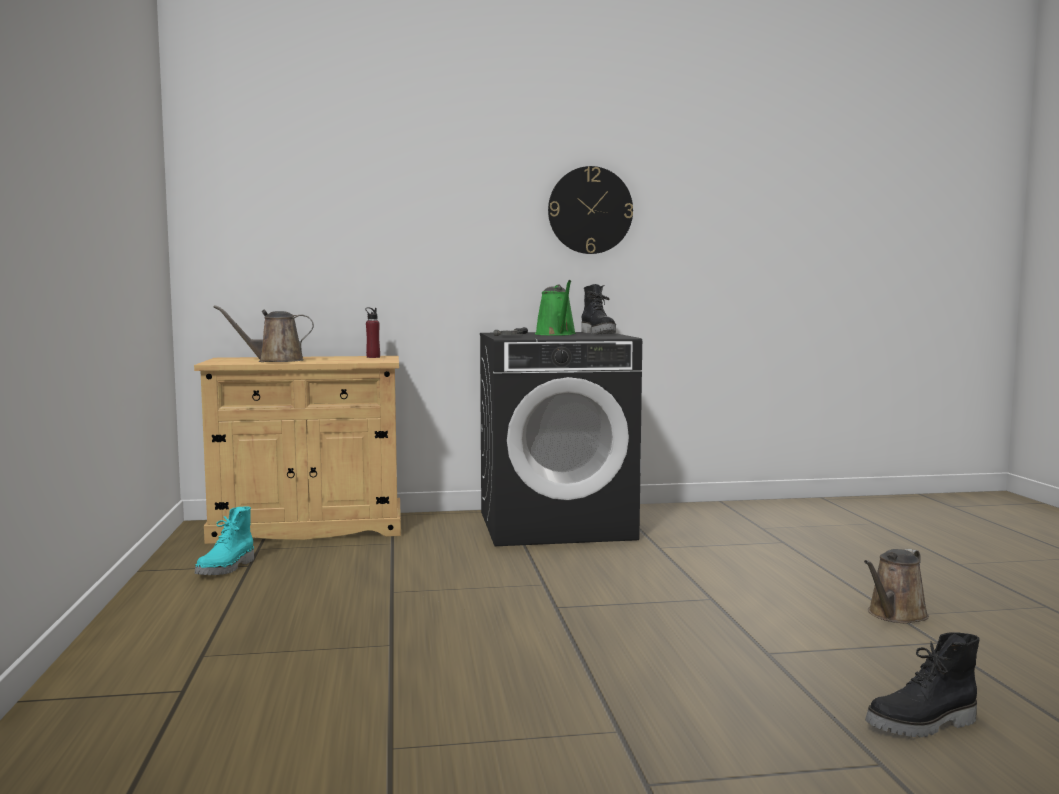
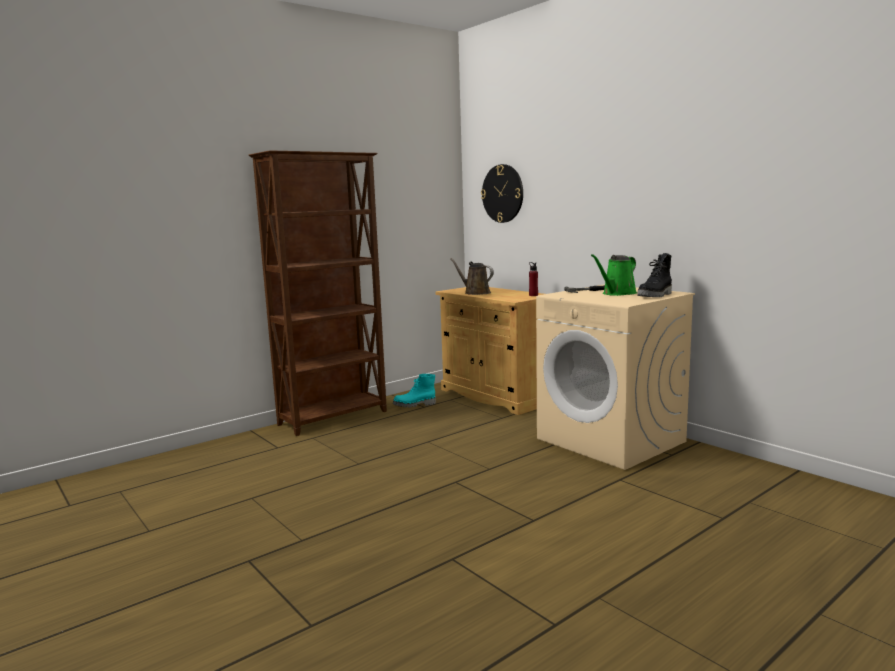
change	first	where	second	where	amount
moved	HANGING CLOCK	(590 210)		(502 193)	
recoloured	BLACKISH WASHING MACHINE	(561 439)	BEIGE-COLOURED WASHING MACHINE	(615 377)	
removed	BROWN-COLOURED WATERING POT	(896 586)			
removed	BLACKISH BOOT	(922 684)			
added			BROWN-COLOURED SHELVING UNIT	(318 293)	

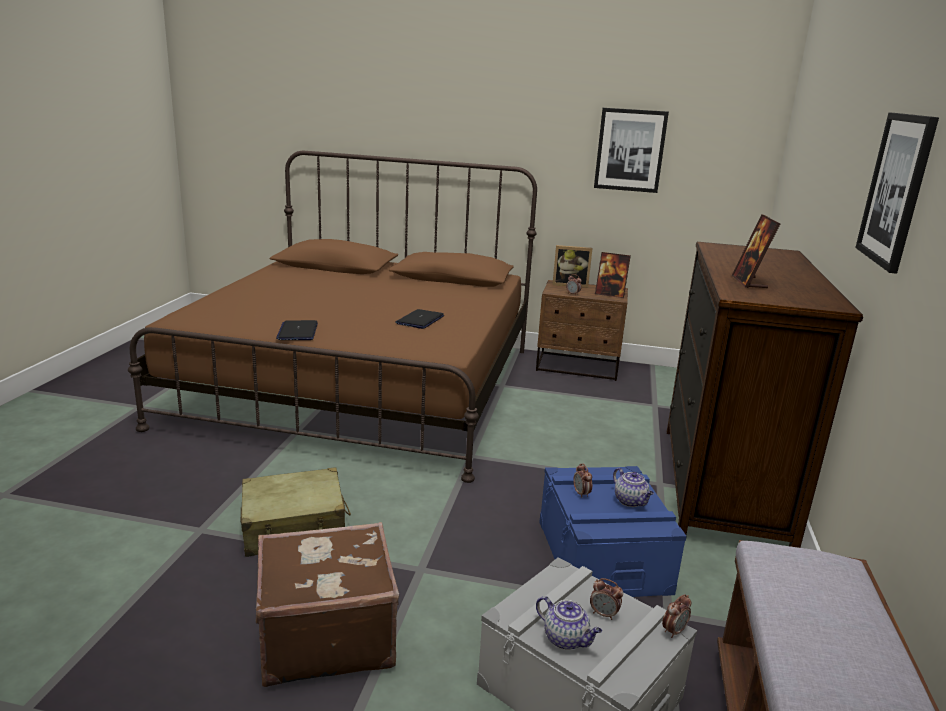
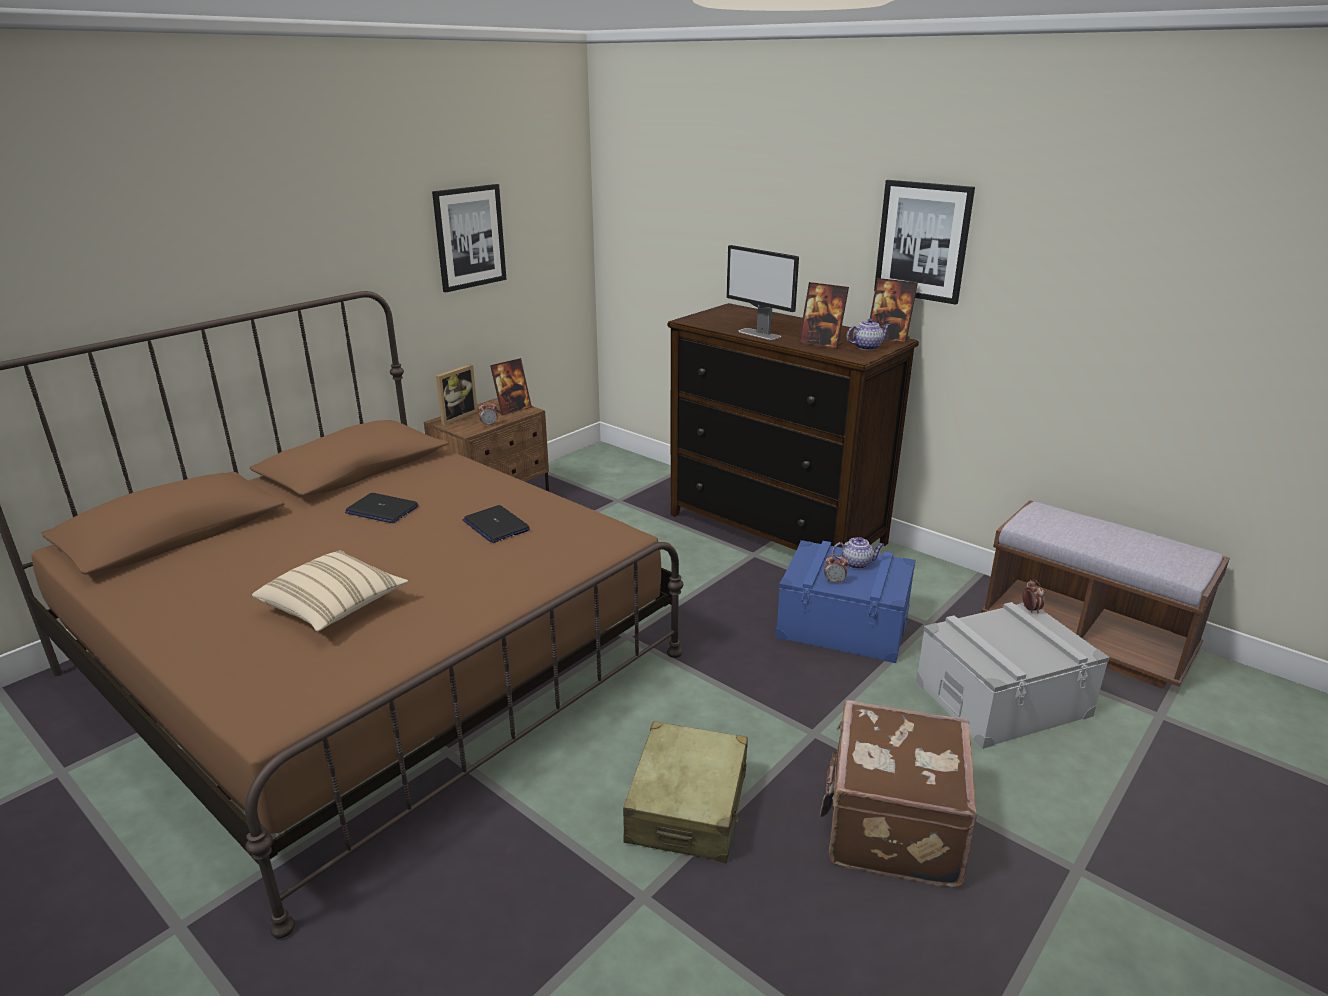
change	first	where	second	where	amount
moved	NOTEBOOK COMPUTER	(297 330)		(382 508)	
removed	TABLE CLOCK	(606 599)			
moved	TEA POT	(569 623)		(869 334)	
added			MONITOR	(762 292)	
added			PICTURE FRAME	(894 310)	
added			BEIGE-COLOURED THROW PILLOW	(330 591)	

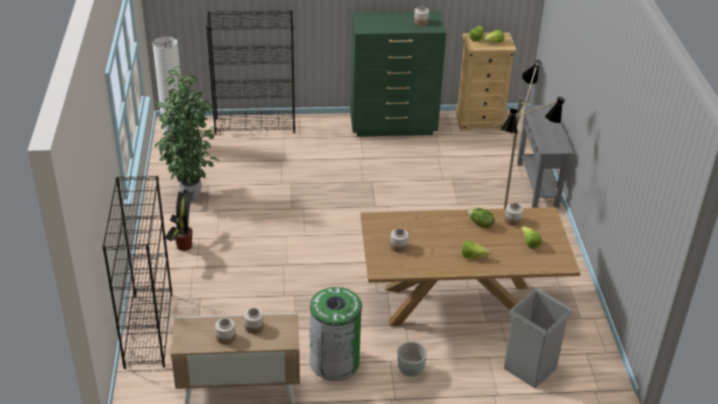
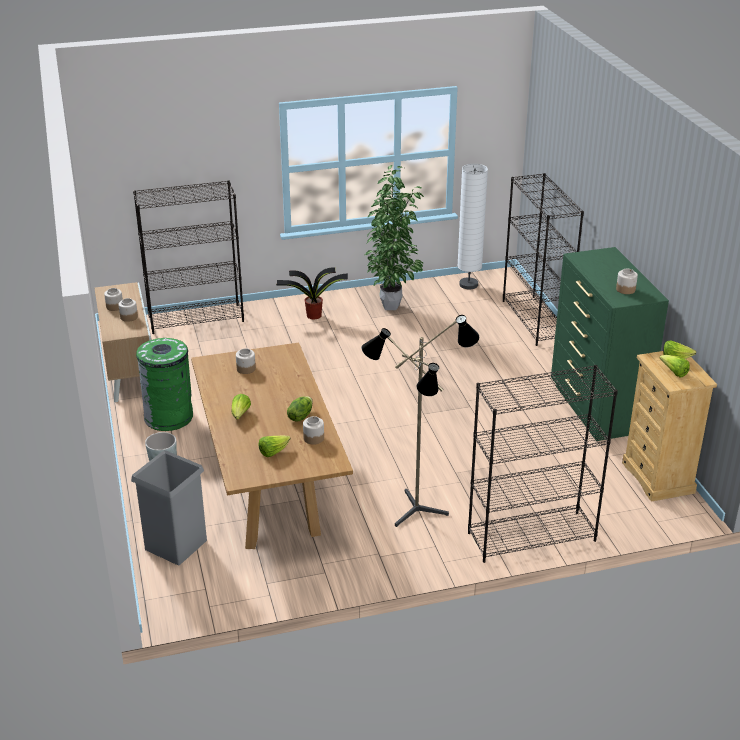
change	first	where	second	where	amount
replaced	GREY HALL TABLE	(545 156)	BLACKISH SHELVING UNIT	(543 464)	

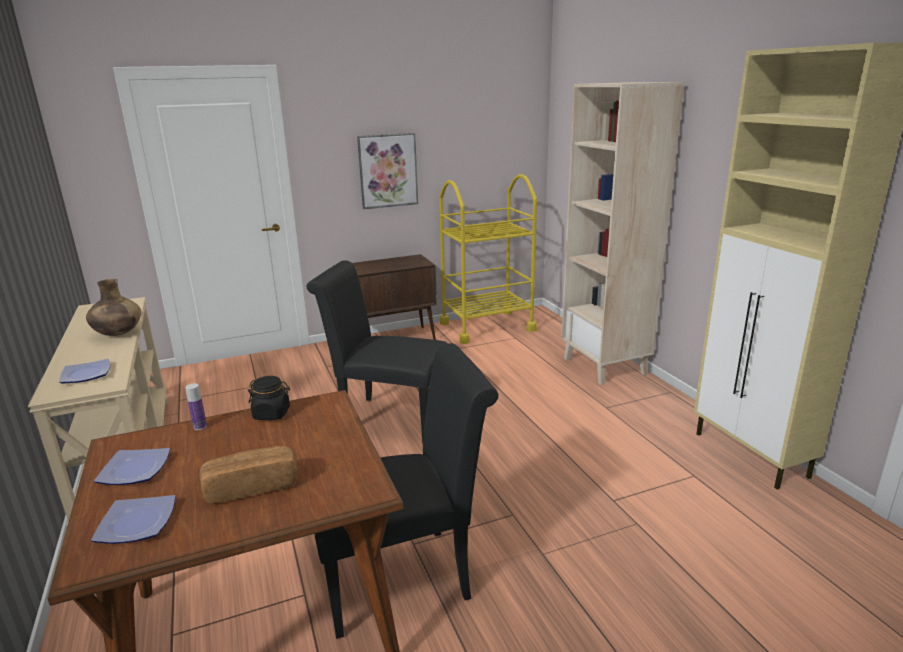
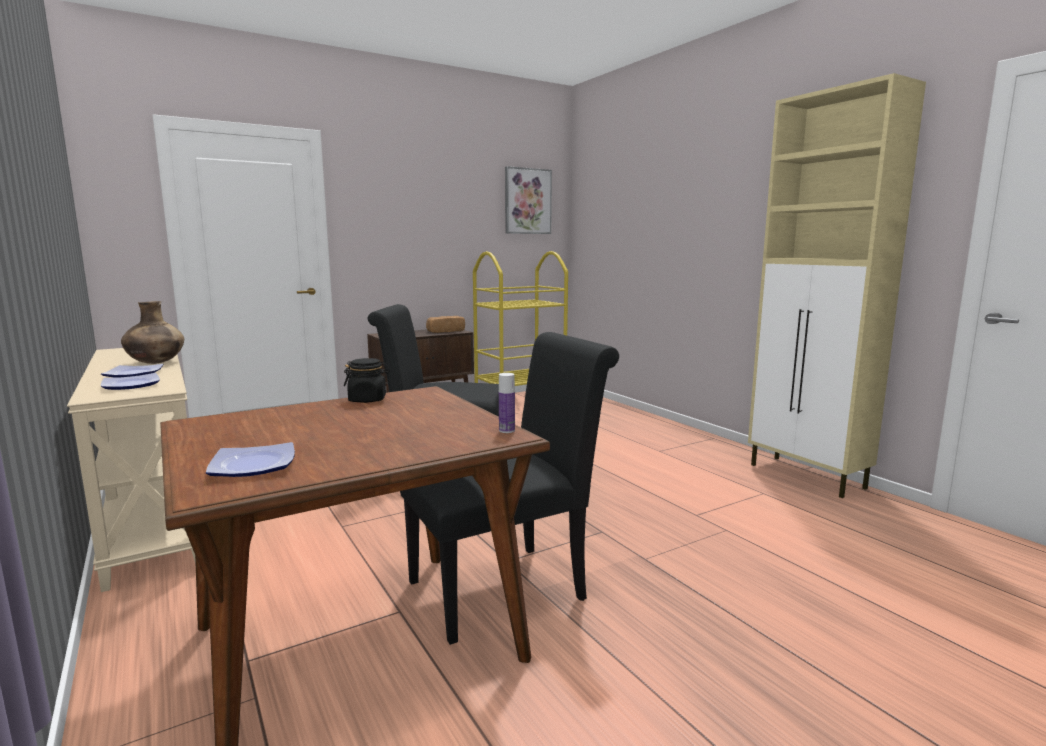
change	first	where	second	where	amount
removed	BEIGE-COLOURED SHELVING UNIT	(622 233)			
moved	WALL PICTURE	(387 171)		(528 200)	
moved	BEVERAGE BOTTLE	(196 406)		(507 403)	
moved	BREAD	(248 474)		(445 324)	
moved	FLAT DISH	(132 466)		(132 370)	

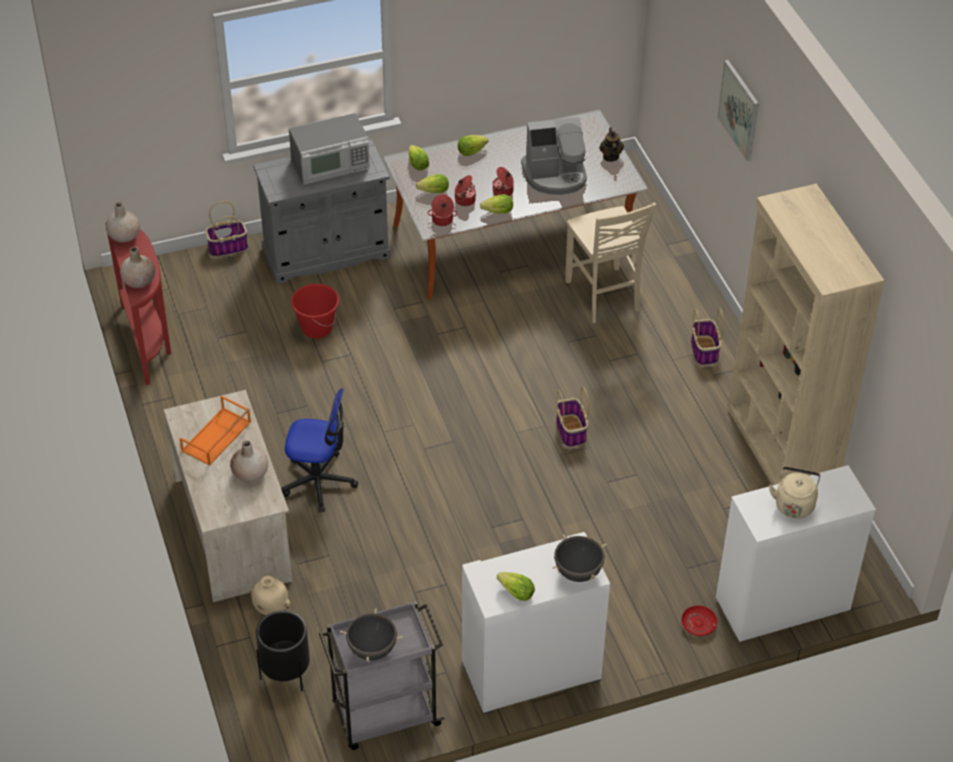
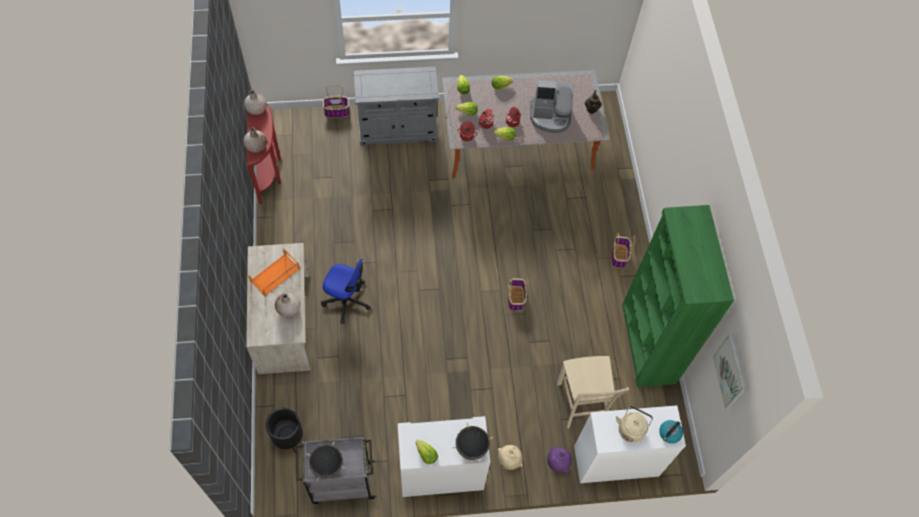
change	first	where	second	where	amount
moved	WALL PICTURE	(738 110)		(729 371)	
removed	KITCHEN MICROWAVE	(329 149)			
recoloured	BEIGE-COLOURED SHELVING UNIT	(806 334)	GREEN SHELVING UNIT	(678 296)	
moved	BEIGE-COLOURED PLAIN CHAIR	(610 262)		(593 392)	
removed	RED WATER BUCKET	(315 311)			
moved	BEIGE-COLOURED DECORATIVE VASE	(270 595)		(510 457)	
replaced	RED FLAT DISH	(699 620)	PURPLE DECORATIVE VASE	(559 460)	
added			TEA KETTLE	(671 431)	

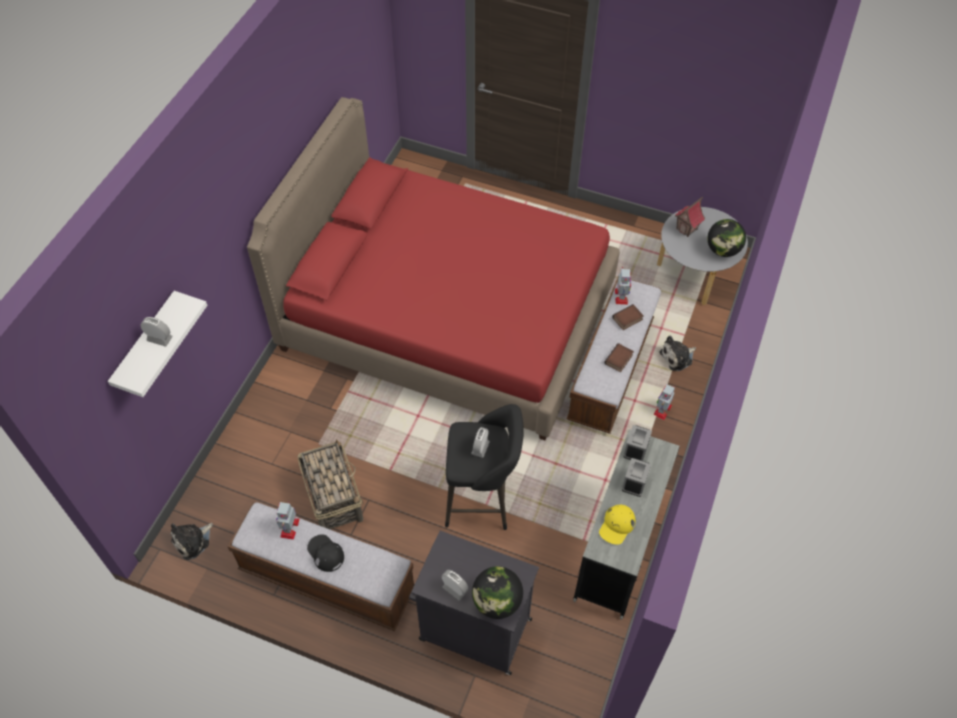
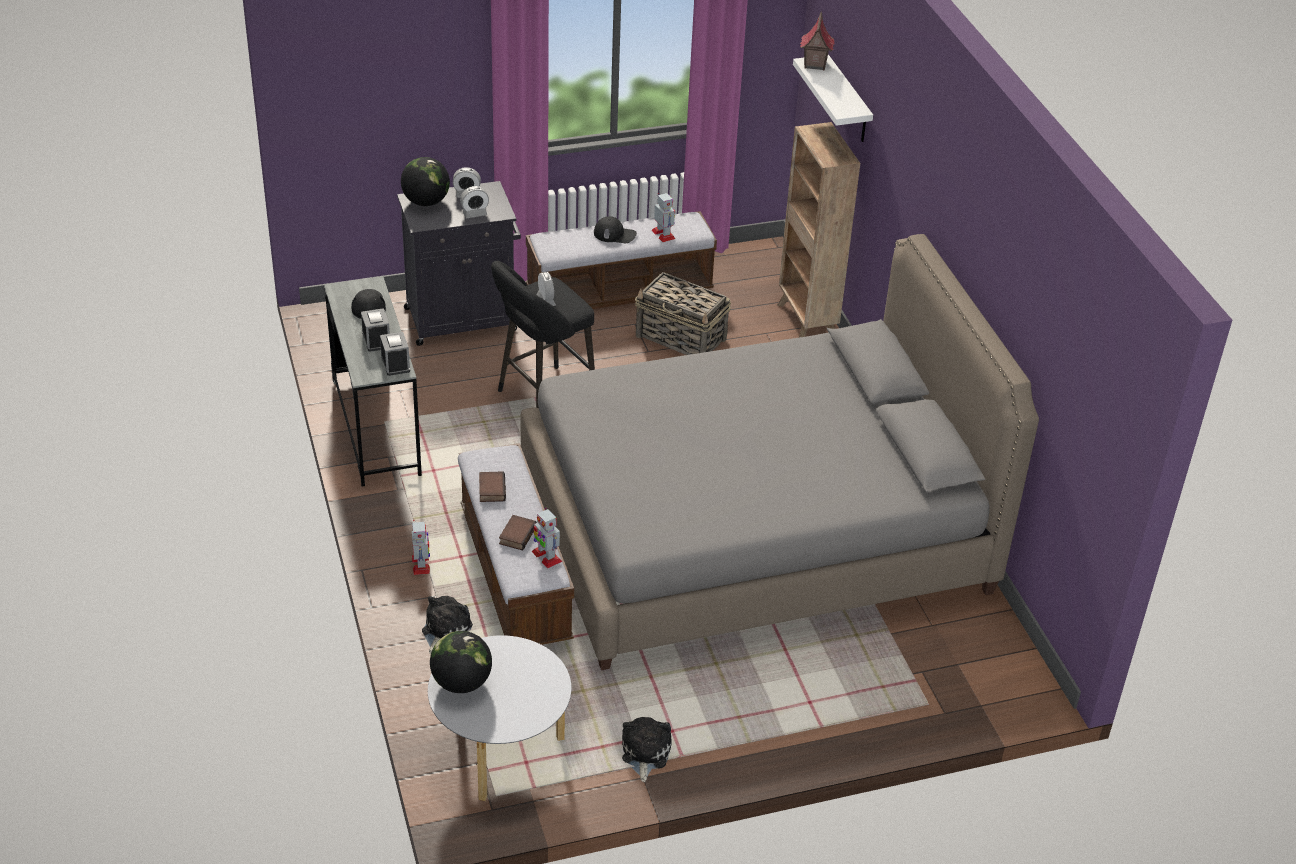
change	first	where	second	where	amount
recoloured	RED SLEEPING BED	(433 268)	GREY SLEEPING BED	(779 452)	
moved	MINIATURE HOUSE	(690 217)		(817 41)	
moved	TABLE CLOCK	(157 332)		(474 202)	
recoloured	YELLOW-COLOURED CAP	(617 525)	BLACKISH CAP	(368 304)	
moved	CUDDLY TOY	(192 541)		(647 749)	
added			BROWN-COLOURED SHELVING UNIT	(818 230)	

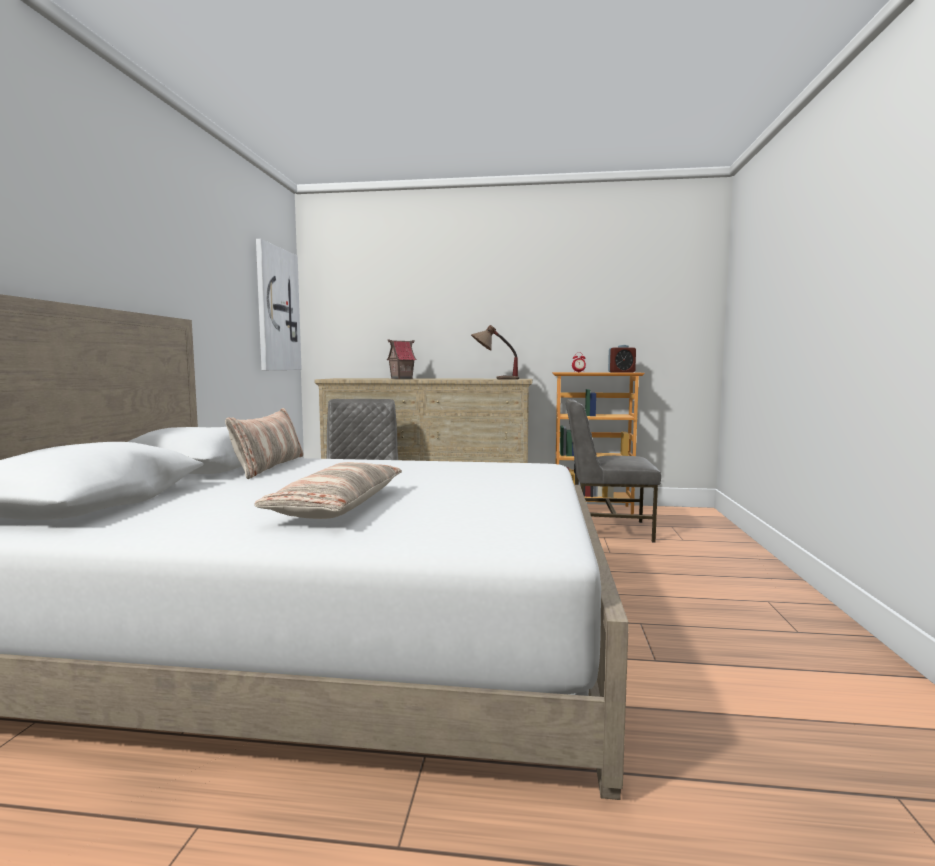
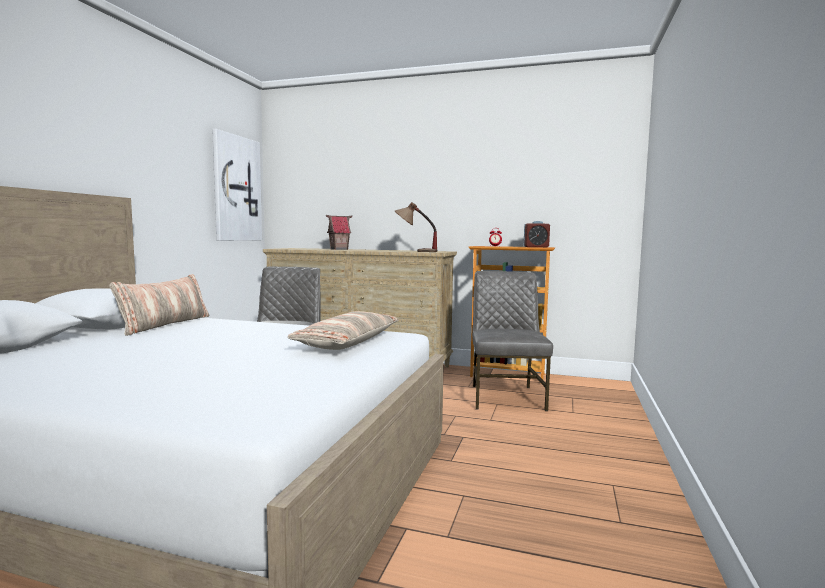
change	first	where	second	where	amount
turned	GREY PLAIN CHAIR	(613 471)		(512 341)	75 degrees clockwise
moved	THROW PILLOW	(328 490)		(343 330)	

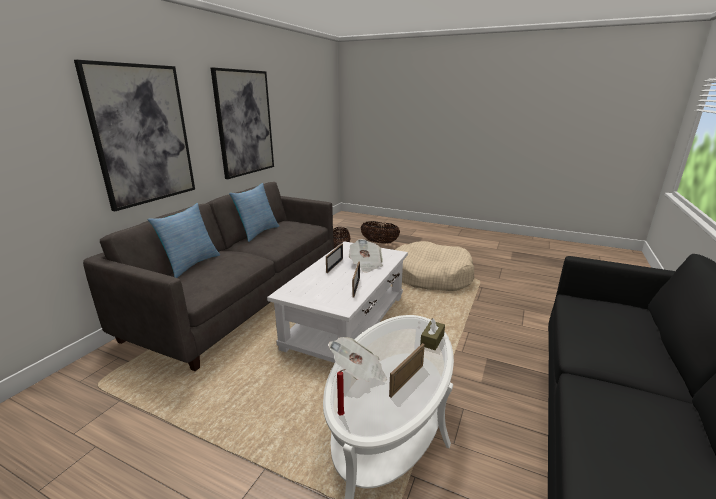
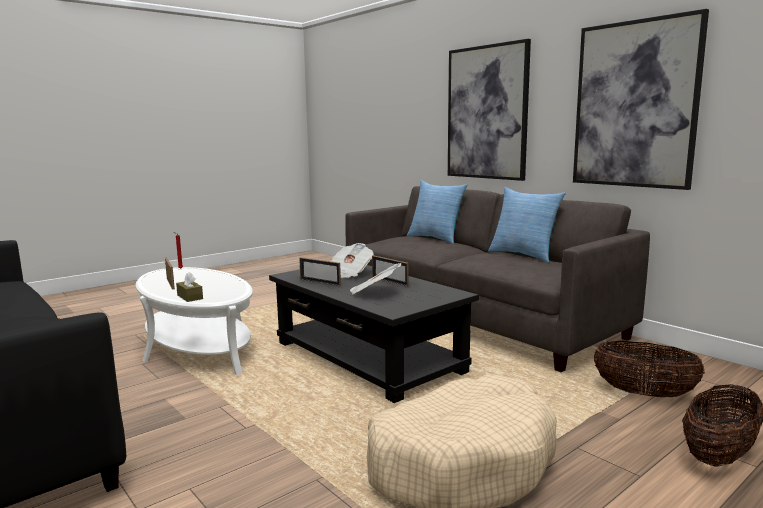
change	first	where	second	where	amount
recoloured	WHITISH LOW TABLE	(337 302)	BLACKISH LOW TABLE	(374 334)	
moved	NEWSPAPER	(358 359)		(352 260)	

